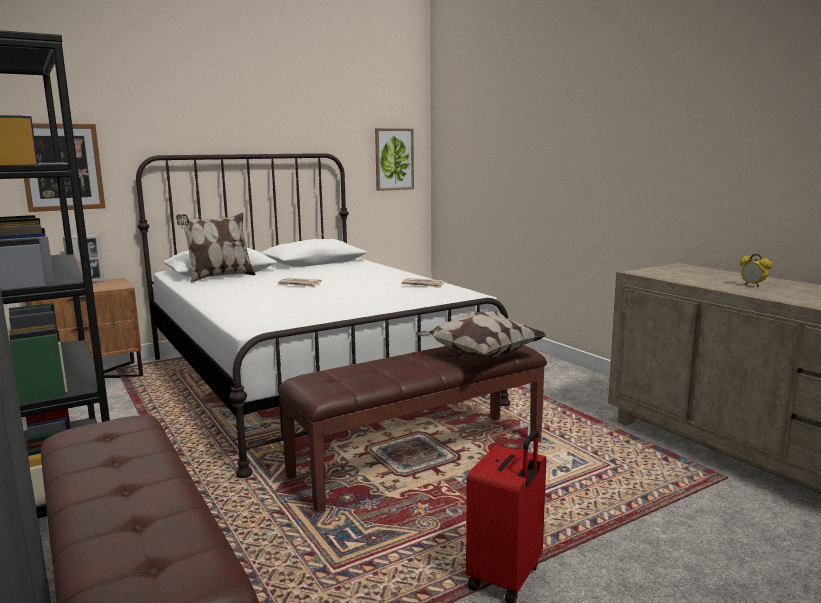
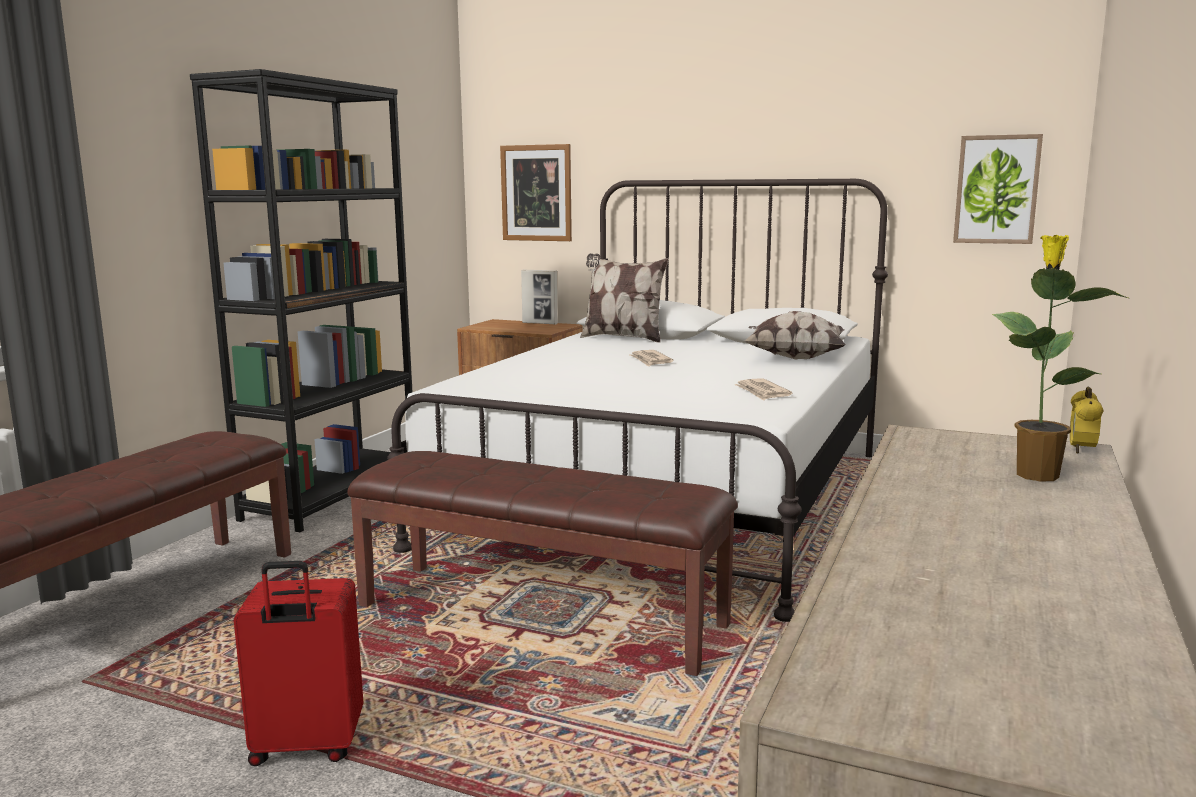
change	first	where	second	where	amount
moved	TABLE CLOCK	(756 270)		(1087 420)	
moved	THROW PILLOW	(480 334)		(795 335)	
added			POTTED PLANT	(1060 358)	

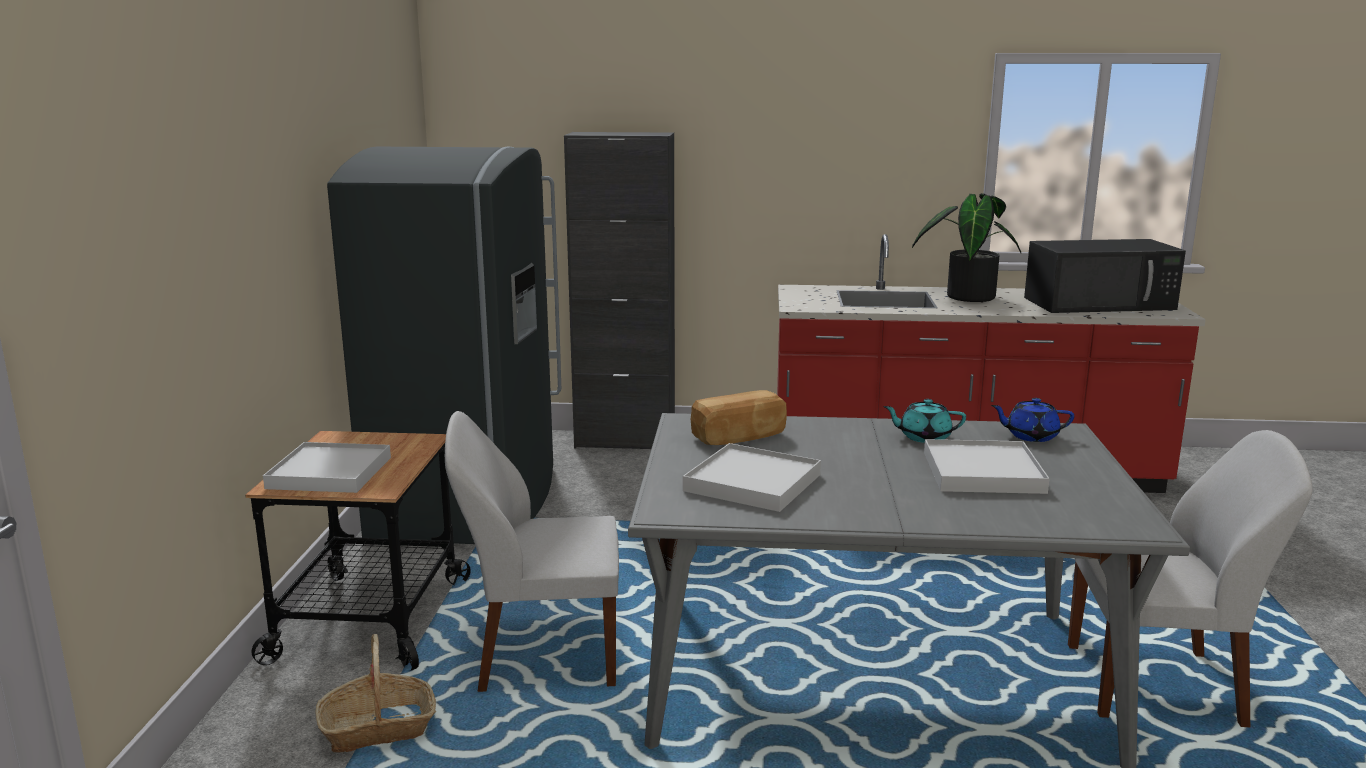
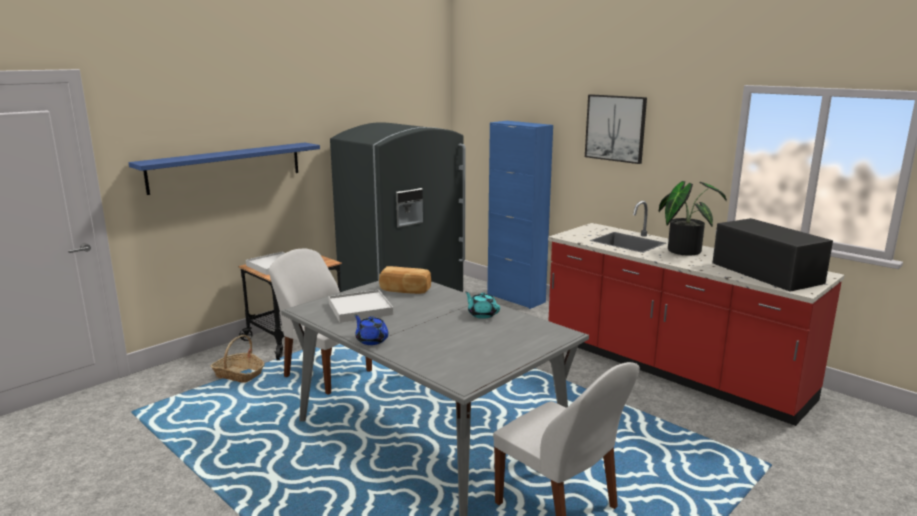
change	first	where	second	where	amount
recoloured	BLACKISH CABINET	(619 290)	BLUE-COLOURED CABINET	(520 215)	
turned	BLACKISH KITCHEN MICROWAVE	(1105 276)		(773 255)	150 degrees counterclockwise
moved	BLUE-COLOURED TEA POT	(1032 420)		(372 329)	
removed	WHITISH CARRYING TRAY	(987 466)			
added			WALL PICTURE	(616 129)	
added			BLUE-COLOURED BRACKET SHELF	(224 169)	

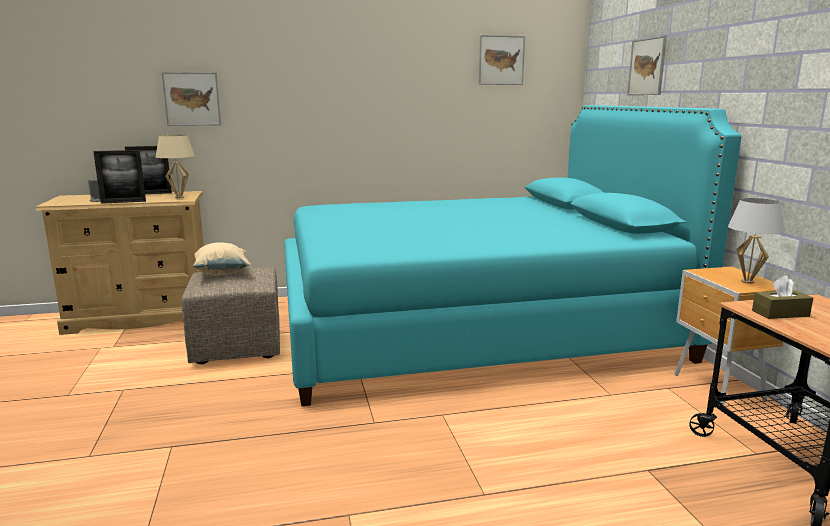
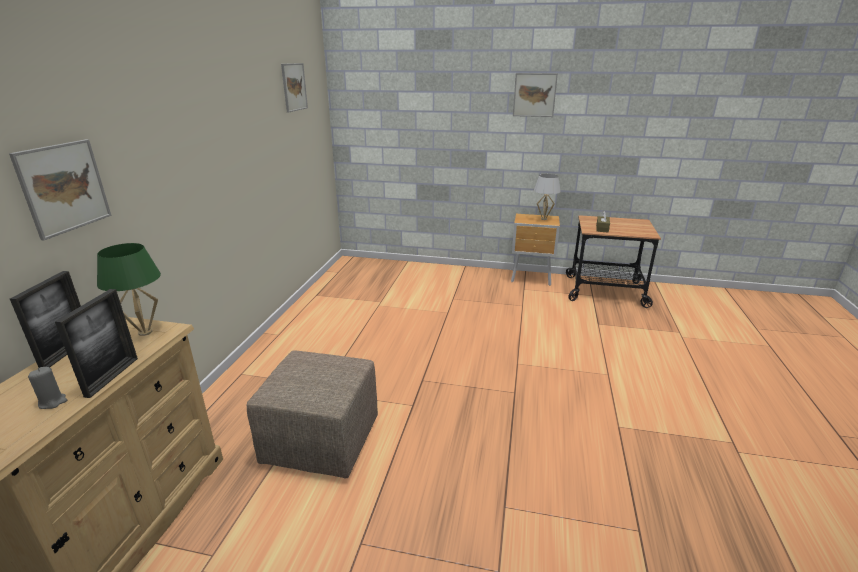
change	first	where	second	where	amount
moved	WALL PICTURE	(647 65)		(535 95)	
removed	TURQUOISE SLEEPING BED	(513 255)			
recoloured	BEIGE-COLOURED LAMP FOR A TABLE	(175 166)	GREEN LAMP FOR A TABLE	(129 289)	
removed	BEIGE-COLOURED THROW PILLOW	(222 259)			

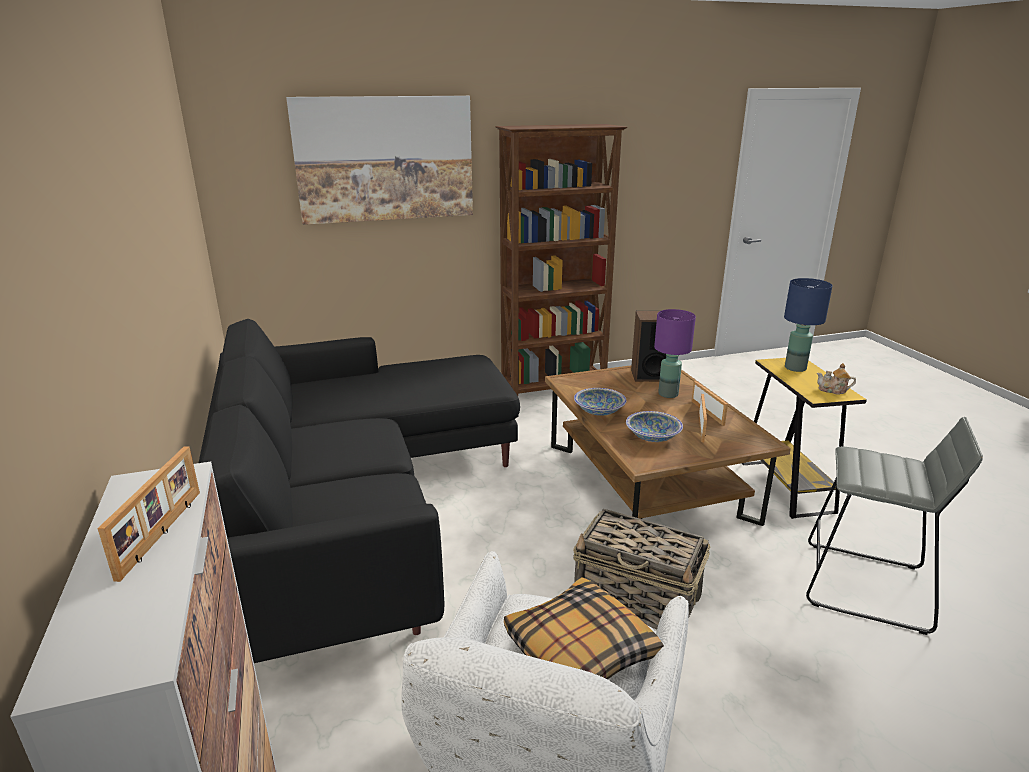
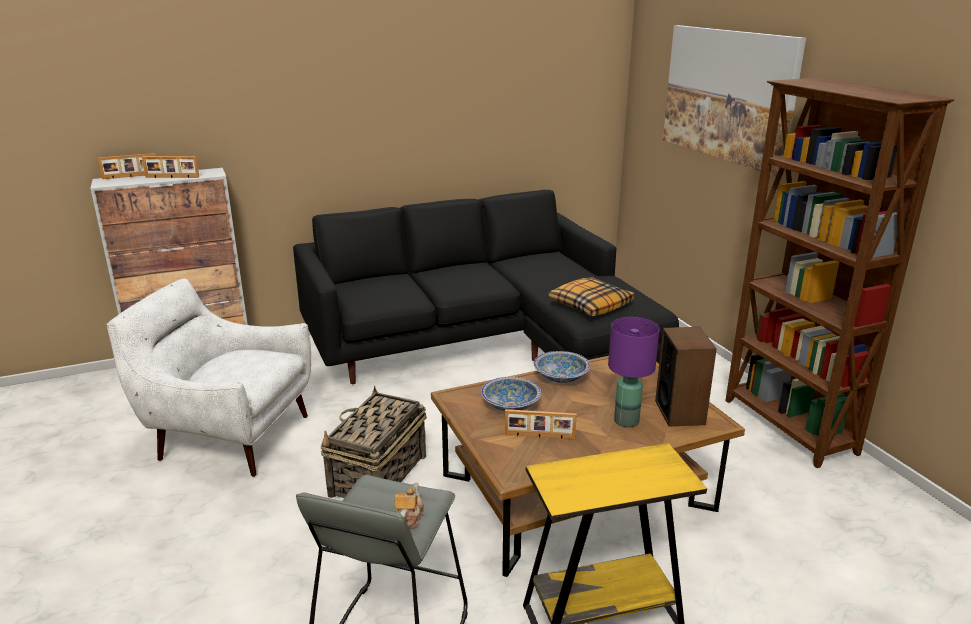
change	first	where	second	where	amount
removed	BLUE-COLOURED LAMP FOR A TABLE	(808 325)			
moved	TEA POT	(836 379)		(409 506)	
moved	PICTURE FRAME	(710 403)		(127 166)	
moved	THROW PILLOW	(584 628)		(591 296)	

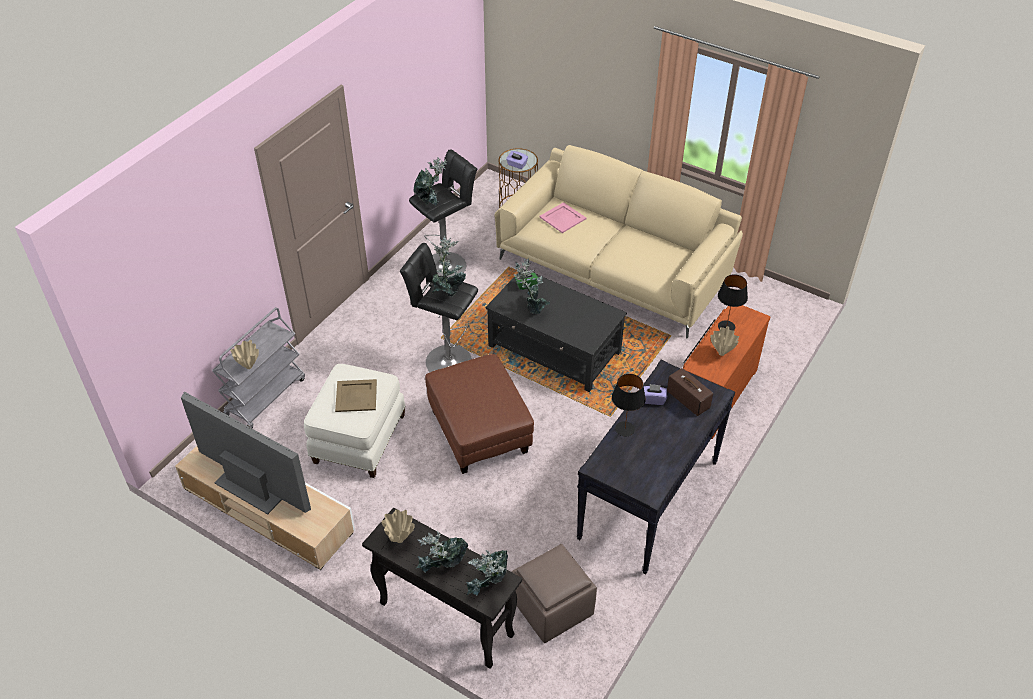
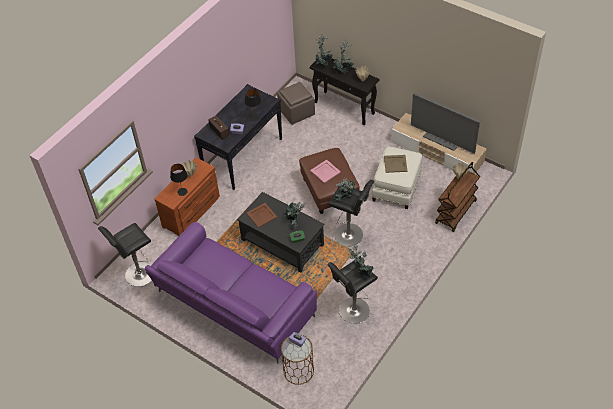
change	first	where	second	where	amount
recoloured	BEIGE-COLOURED SETTEE	(619 241)	PURPLE SETTEE	(231 293)	
moved	PINK CARRYING TRAY	(562 217)		(325 171)	
recoloured	GREY TROLLEY	(258 368)	BROWN-COLOURED TROLLEY	(457 197)	
added			BROWN-COLOURED CARRYING TRAY	(261 215)	
added			BLACKISH STOOL	(125 255)	

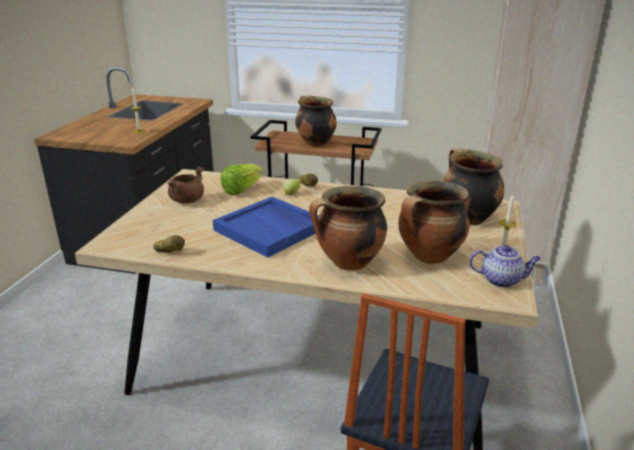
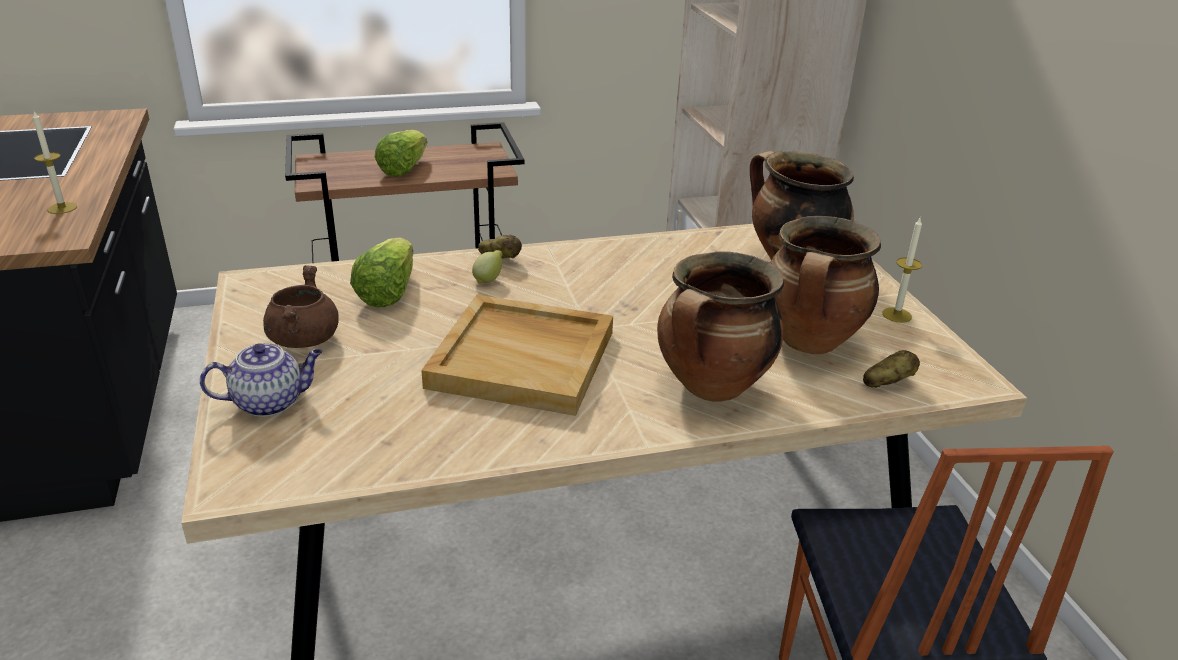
change	first	where	second	where	amount
replaced	SAUCEPOT	(316 121)	LETTUCE HEAD	(401 153)	
recoloured	BLUE-COLOURED CARRYING TRAY	(266 227)	BEIGE-COLOURED CARRYING TRAY	(517 355)	
moved	SPUD	(169 244)		(891 369)	
moved	TEA POT	(505 266)		(261 380)	

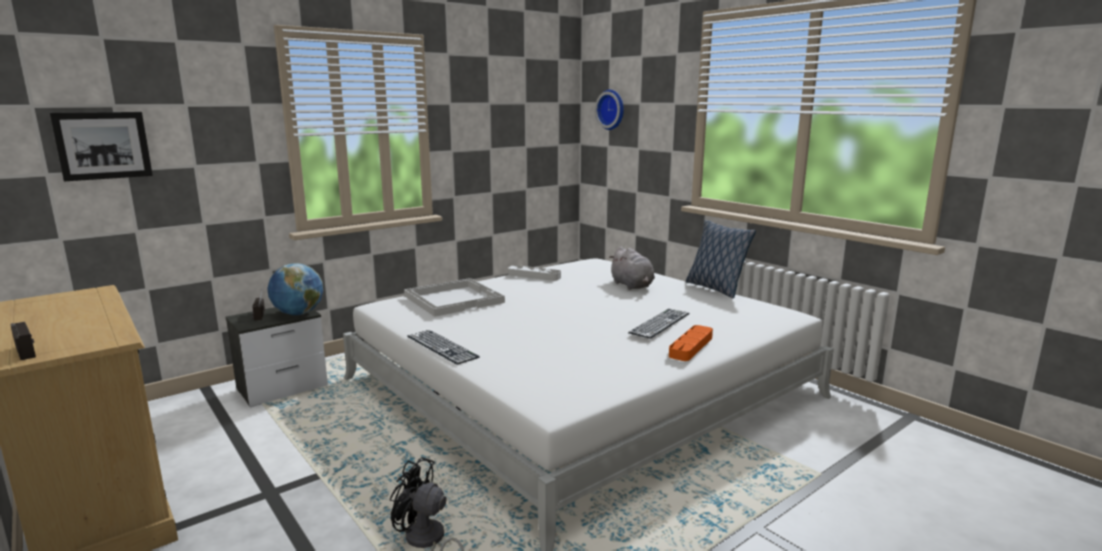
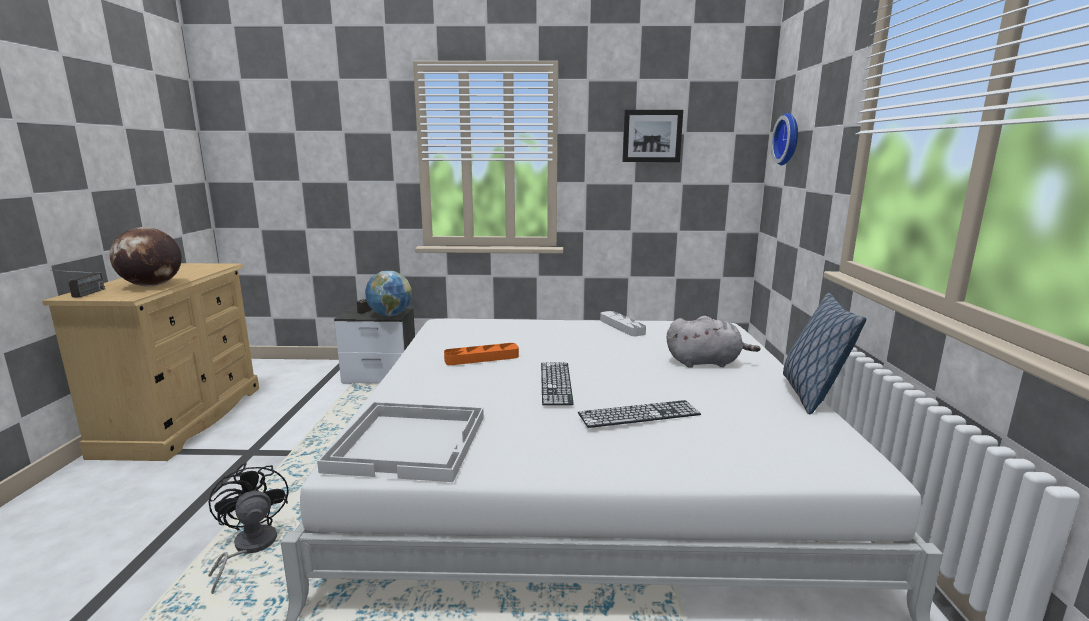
change	first	where	second	where	amount
moved	WALL PICTURE	(101 146)		(652 136)	
turned	GREY CUDDLY TOY	(632 268)		(714 342)	105 degrees counterclockwise
moved	WHITISH CARRYING TRAY	(454 297)		(400 442)	
moved	ORANGE CARRYING TRAY	(691 343)		(481 354)	
moved	COMPUTER KEYBOARD	(443 347)		(557 383)	
added			DESK GLOBE	(146 256)	

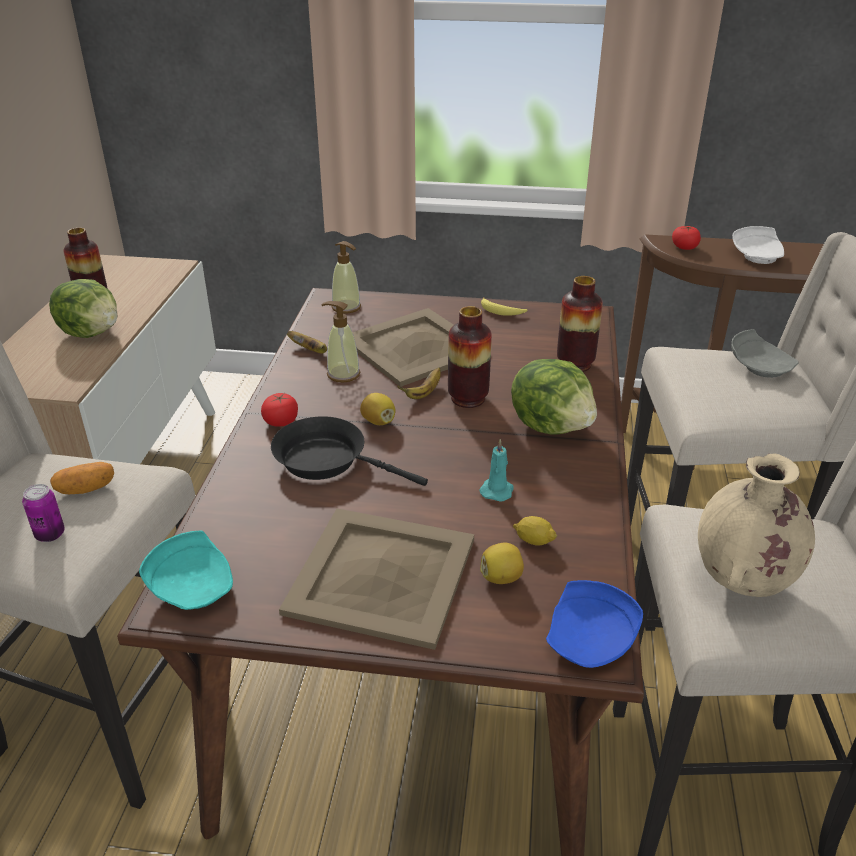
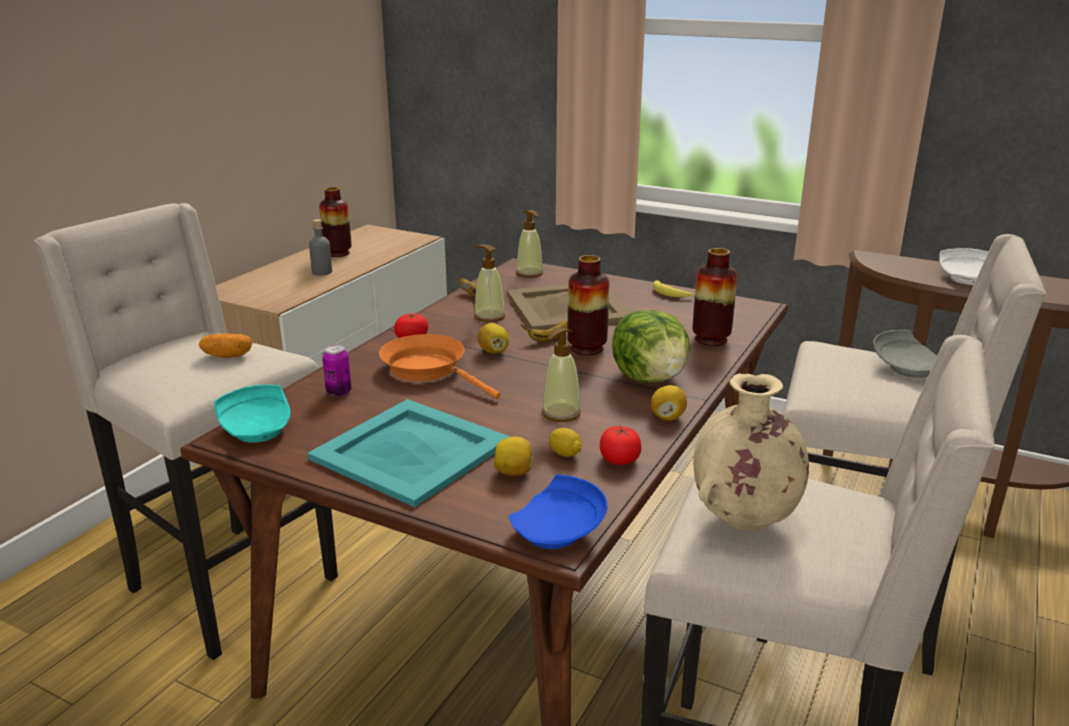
change	first	where	second	where	amount
moved	TOMATO	(686 237)		(620 445)	
replaced	LETTUCE HEAD	(83 308)	GREY BEVERAGE BOTTLE	(320 247)	
recoloured	BLACKISH SKILLET	(349 451)	ORANGE SKILLET	(440 366)	
replaced	TURQUOISE WAX LIGHT	(496 470)	SOAP BOTTLE	(561 374)	
moved	METAL CAN	(43 513)		(337 370)	
recoloured	BEIGE-COLOURED CARRYING TRAY	(376 579)	TURQUOISE CARRYING TRAY	(408 453)	
added			LEMON	(669 403)	

